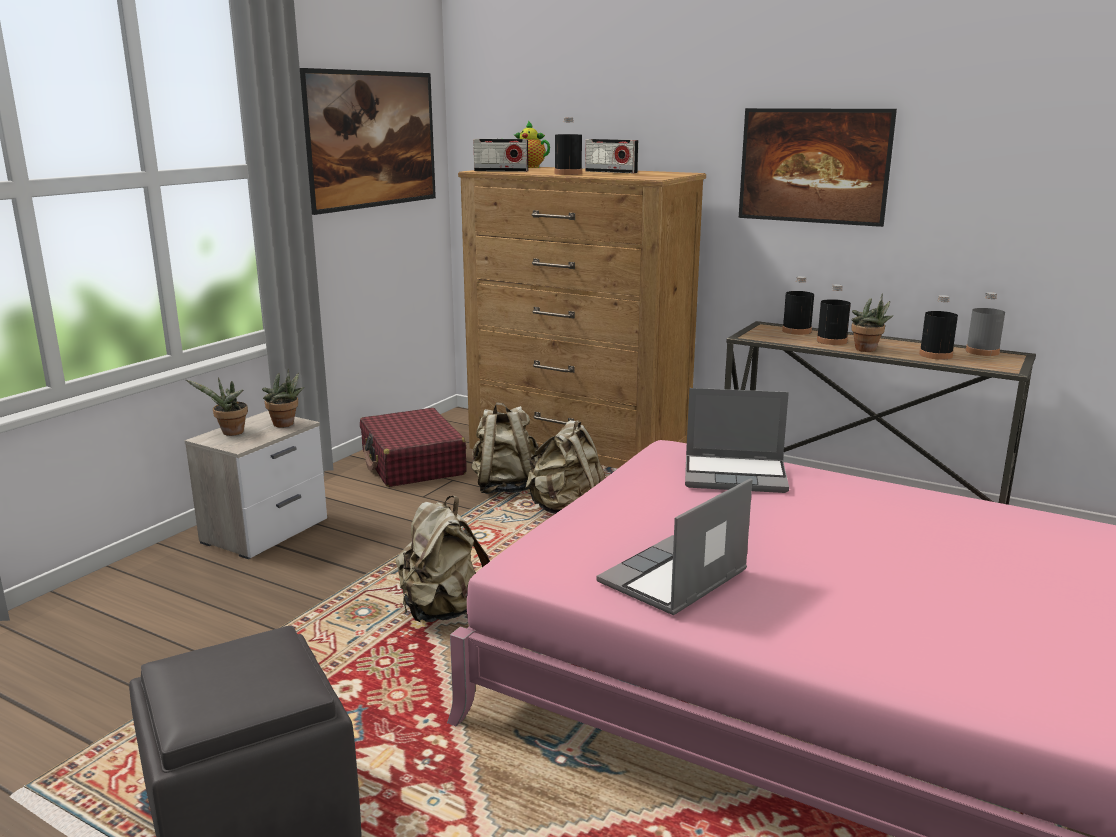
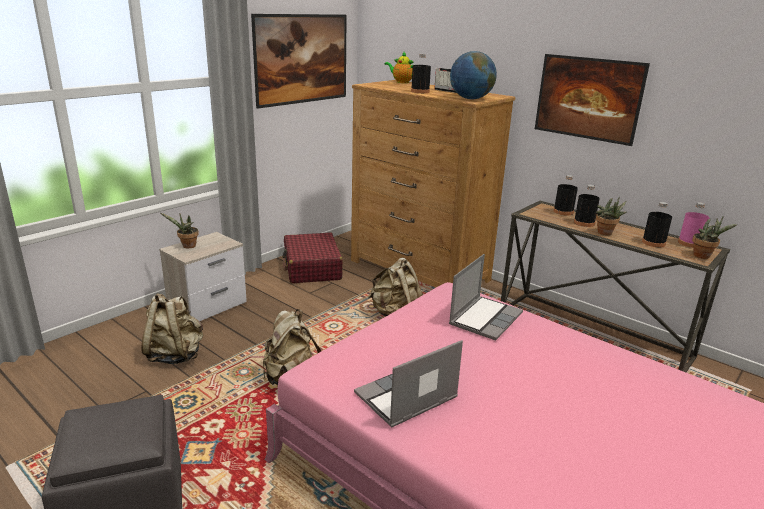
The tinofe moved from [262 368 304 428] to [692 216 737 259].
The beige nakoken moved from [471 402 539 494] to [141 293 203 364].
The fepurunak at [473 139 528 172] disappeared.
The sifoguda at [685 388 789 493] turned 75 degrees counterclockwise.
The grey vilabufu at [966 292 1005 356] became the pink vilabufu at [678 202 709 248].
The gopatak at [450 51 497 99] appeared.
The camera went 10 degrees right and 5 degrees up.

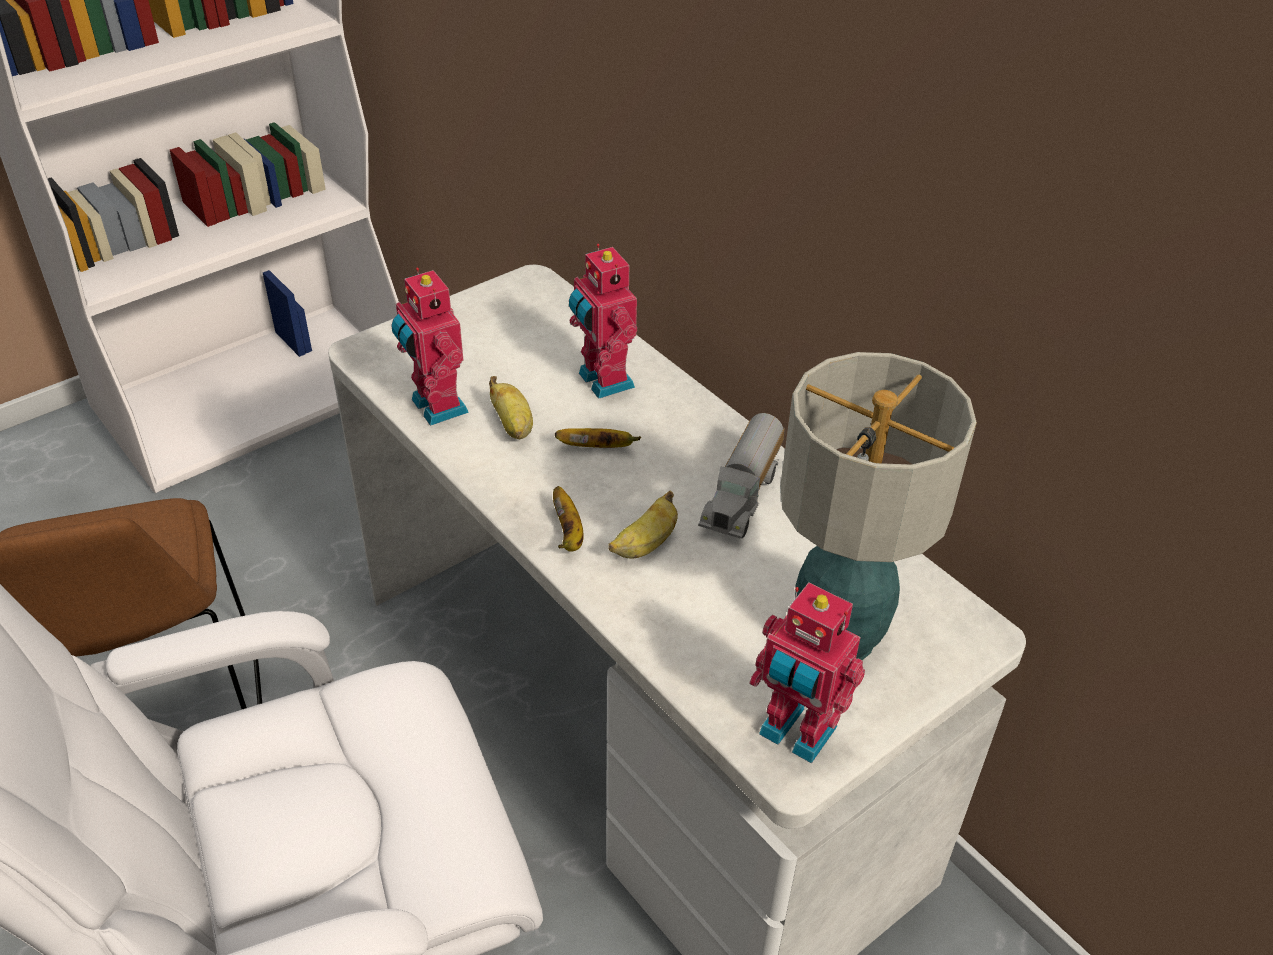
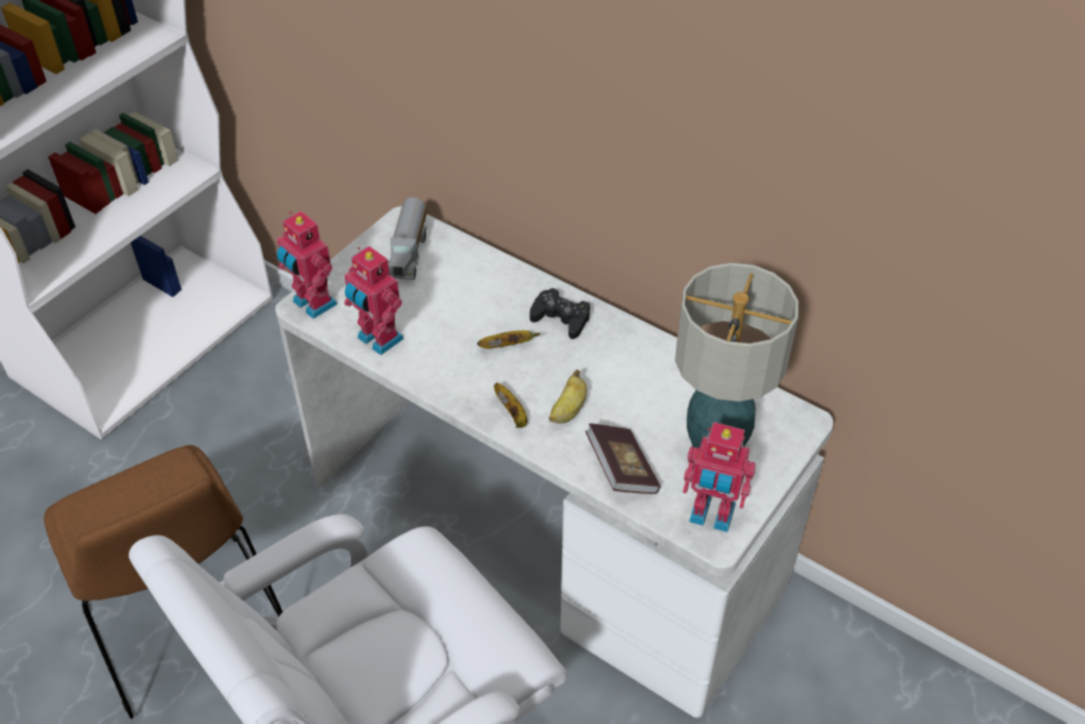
The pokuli at [489 376 533 439] disappeared.
The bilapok moved from [569 244 637 399] to [277 211 337 319].
The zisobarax moved from [698 413 785 539] to [388 197 427 280].
The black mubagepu at [530 288 590 339] appeared.
The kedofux at [585 423 660 494] appeared.
The camera went 15 degrees left and 5 degrees up.

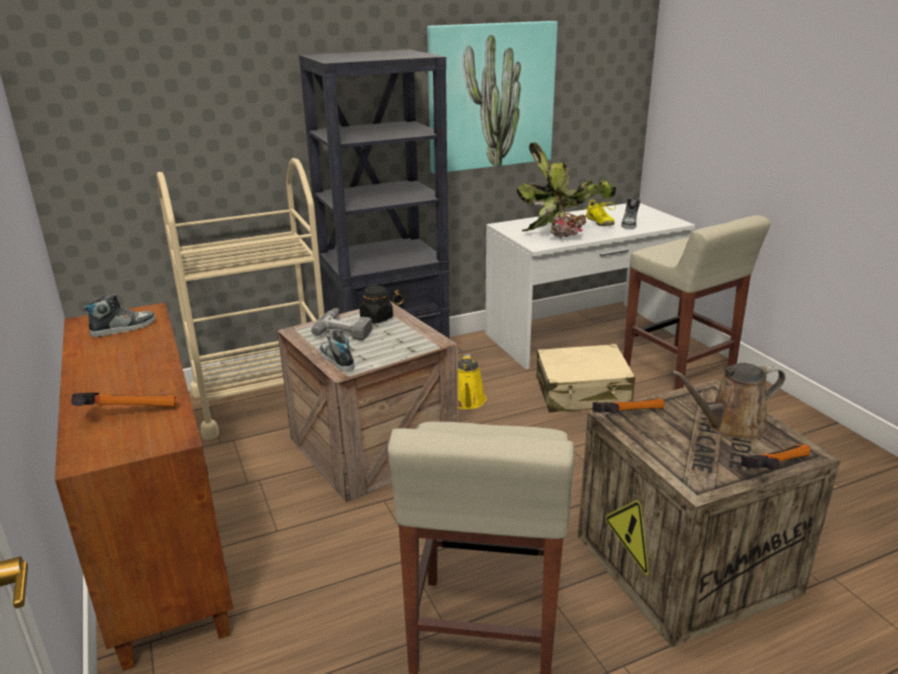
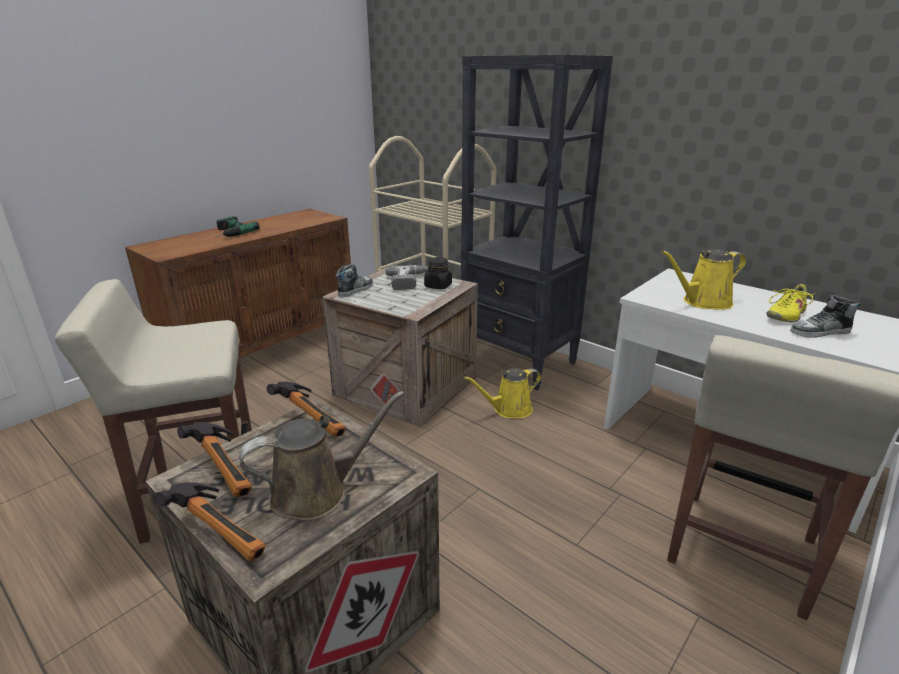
The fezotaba moved from [71 393 176 407] to [177 422 252 497].
The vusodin at [83 294 155 337] disappeared.
The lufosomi at [427 21 558 173] disappeared.
The tinofe at [517 142 616 238] was replaced by the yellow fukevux at [662 249 747 310].
The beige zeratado at [536 344 635 412] disappeared.
The brown fukevux at [671 363 785 440] turned 105 degrees clockwise.
The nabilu at [215 216 260 237] appeared.
The camera went 65 degrees right and 0 degrees up.

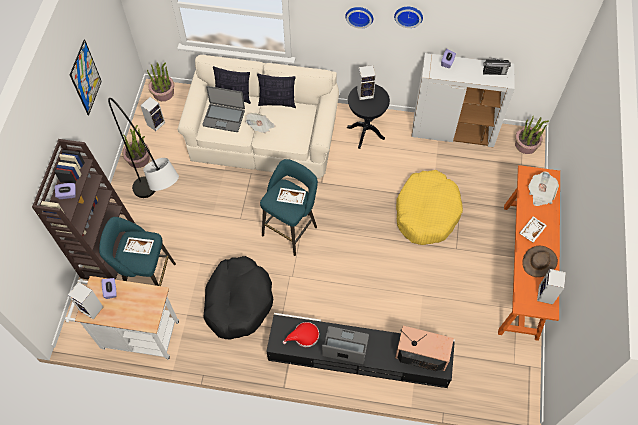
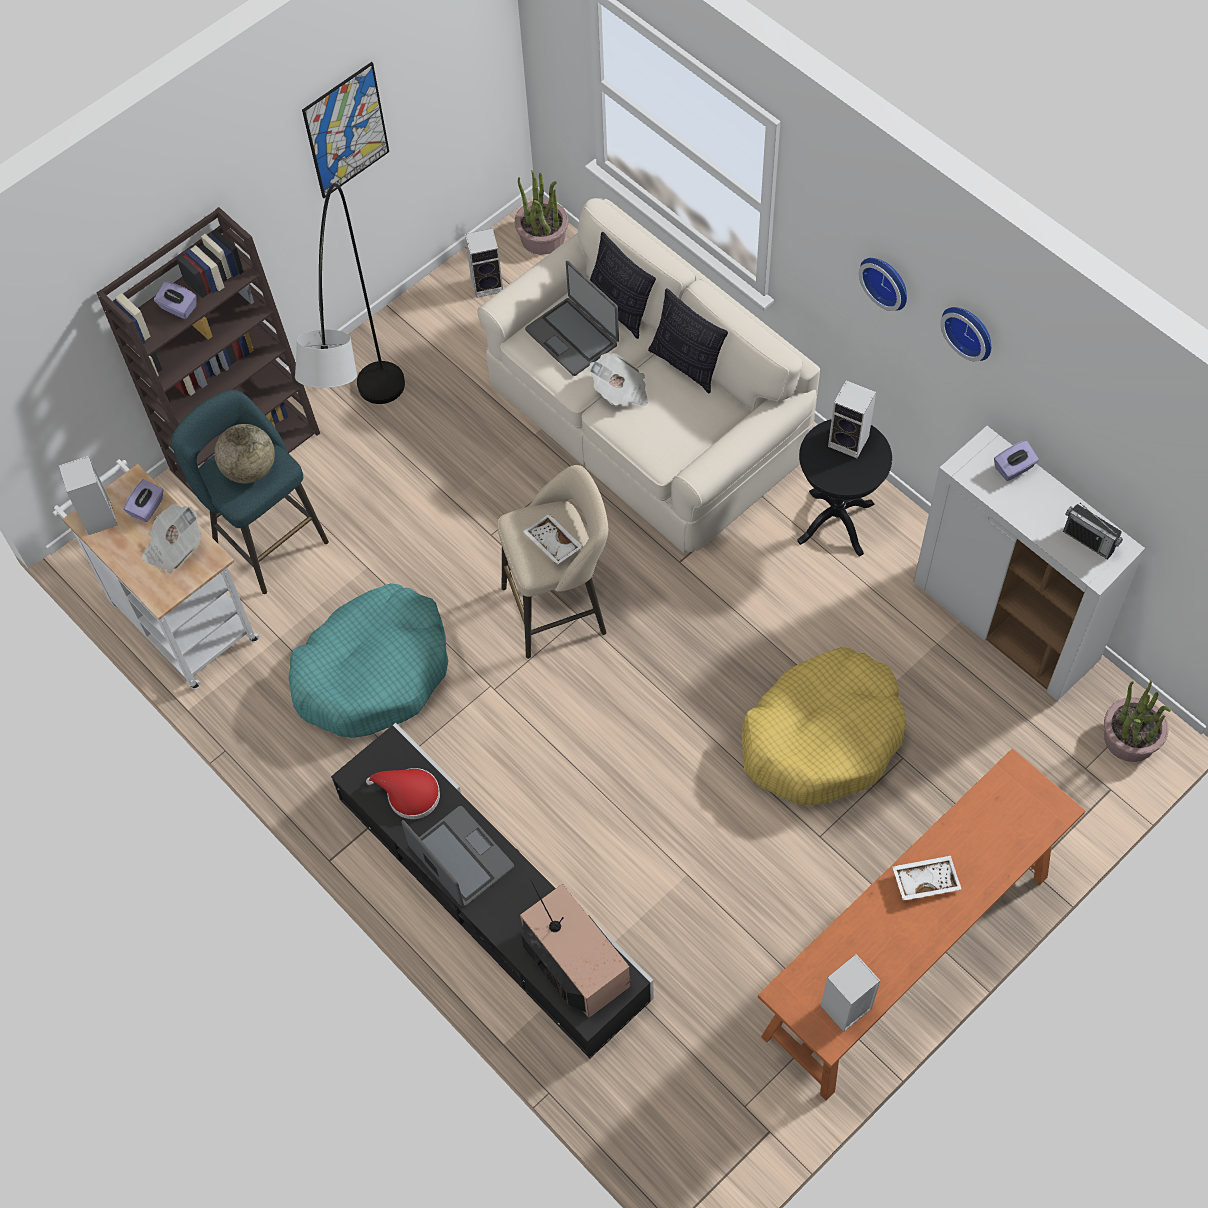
The tinofe at [122 125 150 168] disappeared.
The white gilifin at [124 237 154 255] was replaced by the gopatak at [214 424 275 484].
The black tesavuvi at [203 256 273 339] became the turquoise tesavuvi at [289 583 449 738].
The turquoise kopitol at [260 159 318 256] became the beige kopitol at [497 465 608 659].
The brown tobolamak at [522 246 558 277] disappeared.
The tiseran moved from [528 172 559 206] to [142 504 202 574].
The camera went 40 degrees right and 0 degrees up.

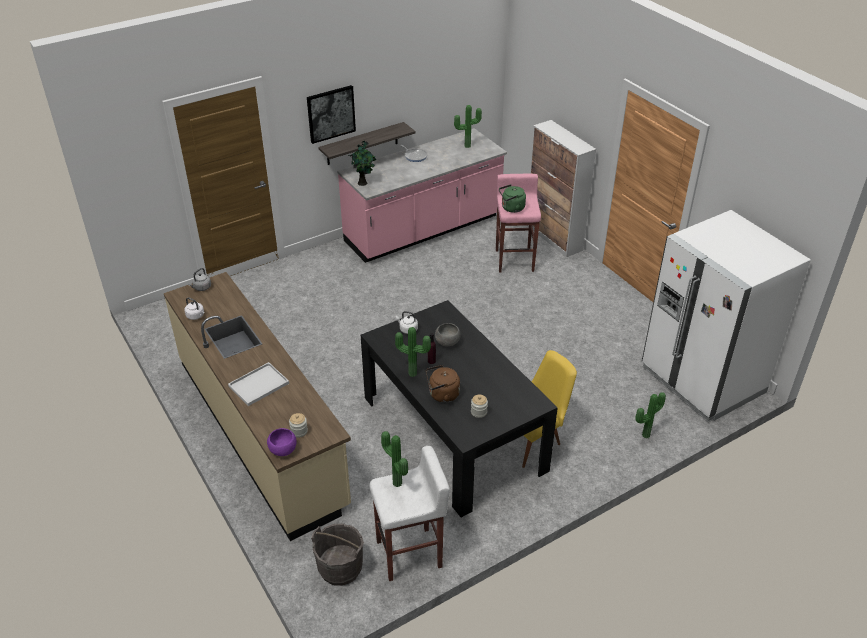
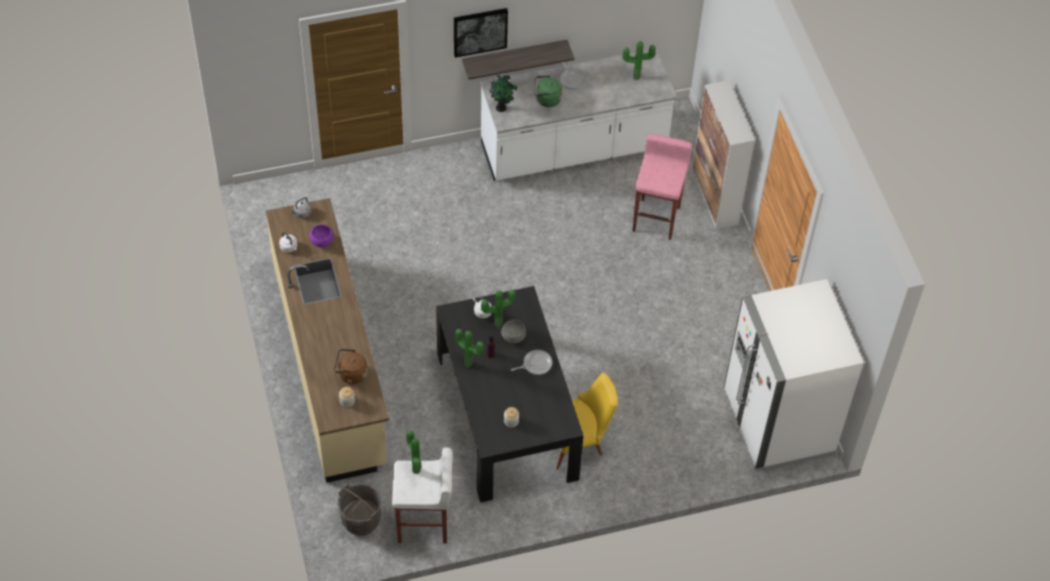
The white gilifin at [228 362 289 406] disappeared.
The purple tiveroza moved from [267 428 297 456] to [310 224 333 248].
The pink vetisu at [337 128 507 263] became the white vetisu at [480 49 677 181].
The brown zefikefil moved from [426 365 460 403] to [334 349 367 385].
The green zefikefil moved from [499 184 526 213] to [534 75 562 107].
The tinofe moved from [635 392 666 438] to [481 290 516 327].
The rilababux at [511 350 552 375] appeared.
The camera went 15 degrees right and 15 degrees up.

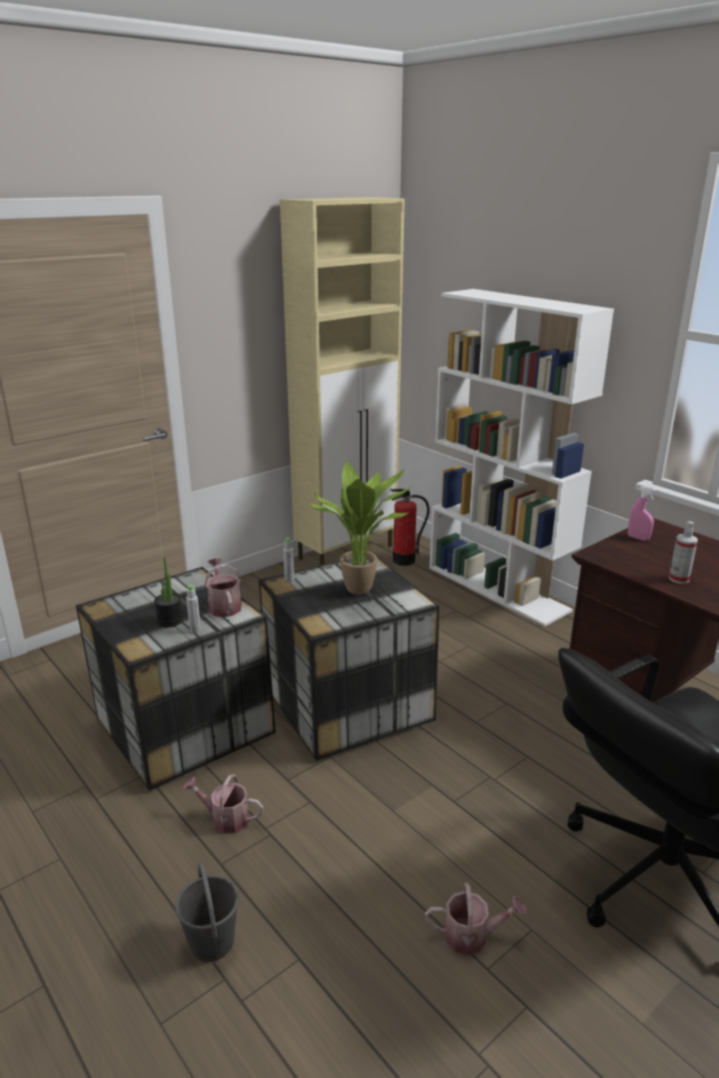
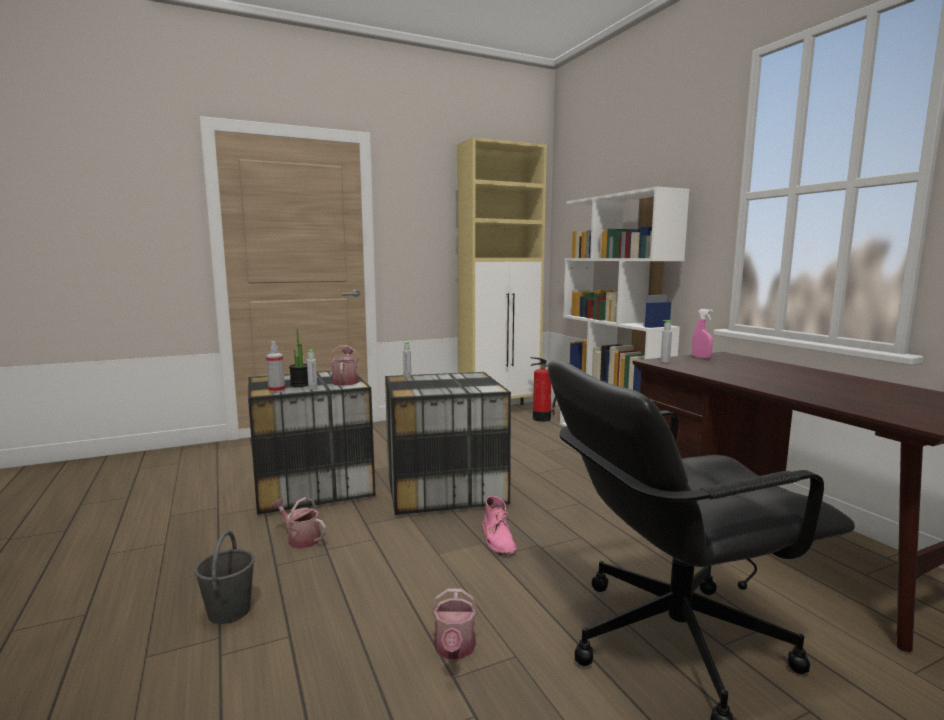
The tinofe at [307 461 412 595] disappeared.
The fukevux at [425 883 527 955] turned 75 degrees clockwise.
The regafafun moved from [669 522 698 584] to [266 341 285 393].
The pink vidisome at [482 496 517 555] appeared.
The grey vilabufu at [660 320 672 362] appeared.
The camera went 15 degrees right and 15 degrees down.

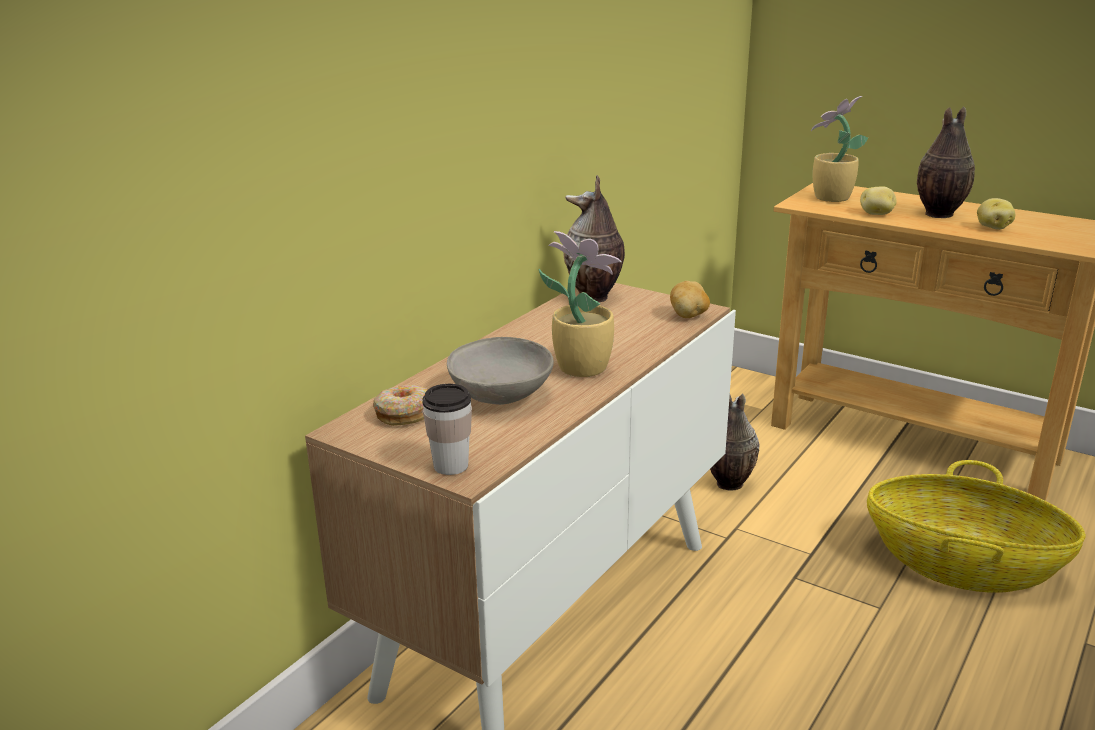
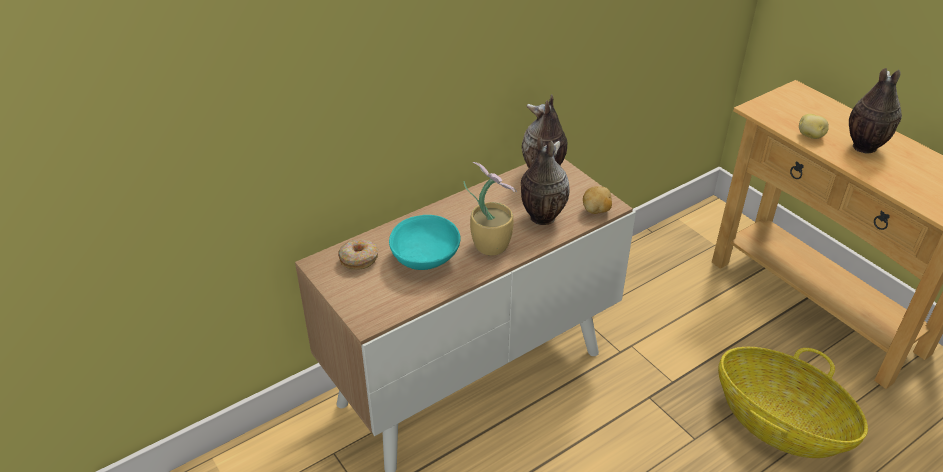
The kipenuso at [422 384 472 475] disappeared.
The grey tiveroza at [447 337 554 405] became the turquoise tiveroza at [389 215 461 270].
The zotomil moved from [710 394 760 491] to [521 137 570 225].
The tinofe at [811 96 868 202] disappeared.
The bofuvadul at [977 198 1015 230] disappeared.
The camera went 20 degrees right and 15 degrees up.

